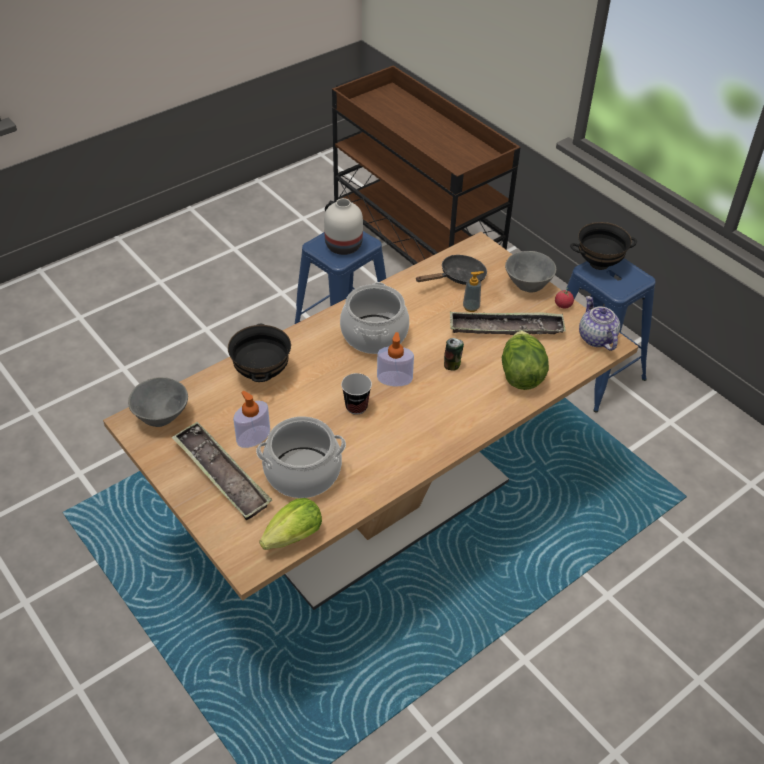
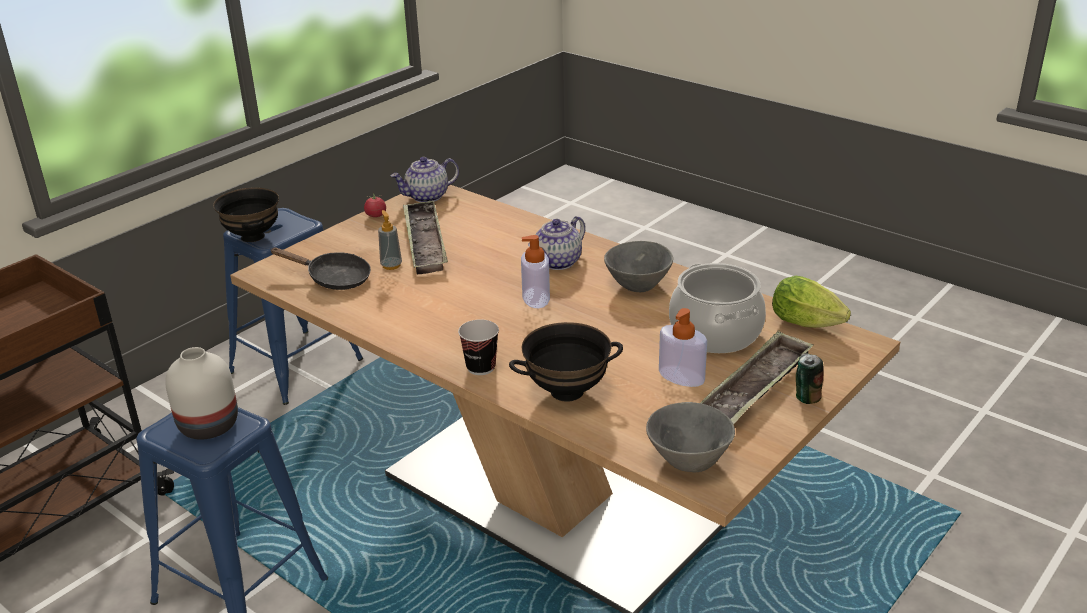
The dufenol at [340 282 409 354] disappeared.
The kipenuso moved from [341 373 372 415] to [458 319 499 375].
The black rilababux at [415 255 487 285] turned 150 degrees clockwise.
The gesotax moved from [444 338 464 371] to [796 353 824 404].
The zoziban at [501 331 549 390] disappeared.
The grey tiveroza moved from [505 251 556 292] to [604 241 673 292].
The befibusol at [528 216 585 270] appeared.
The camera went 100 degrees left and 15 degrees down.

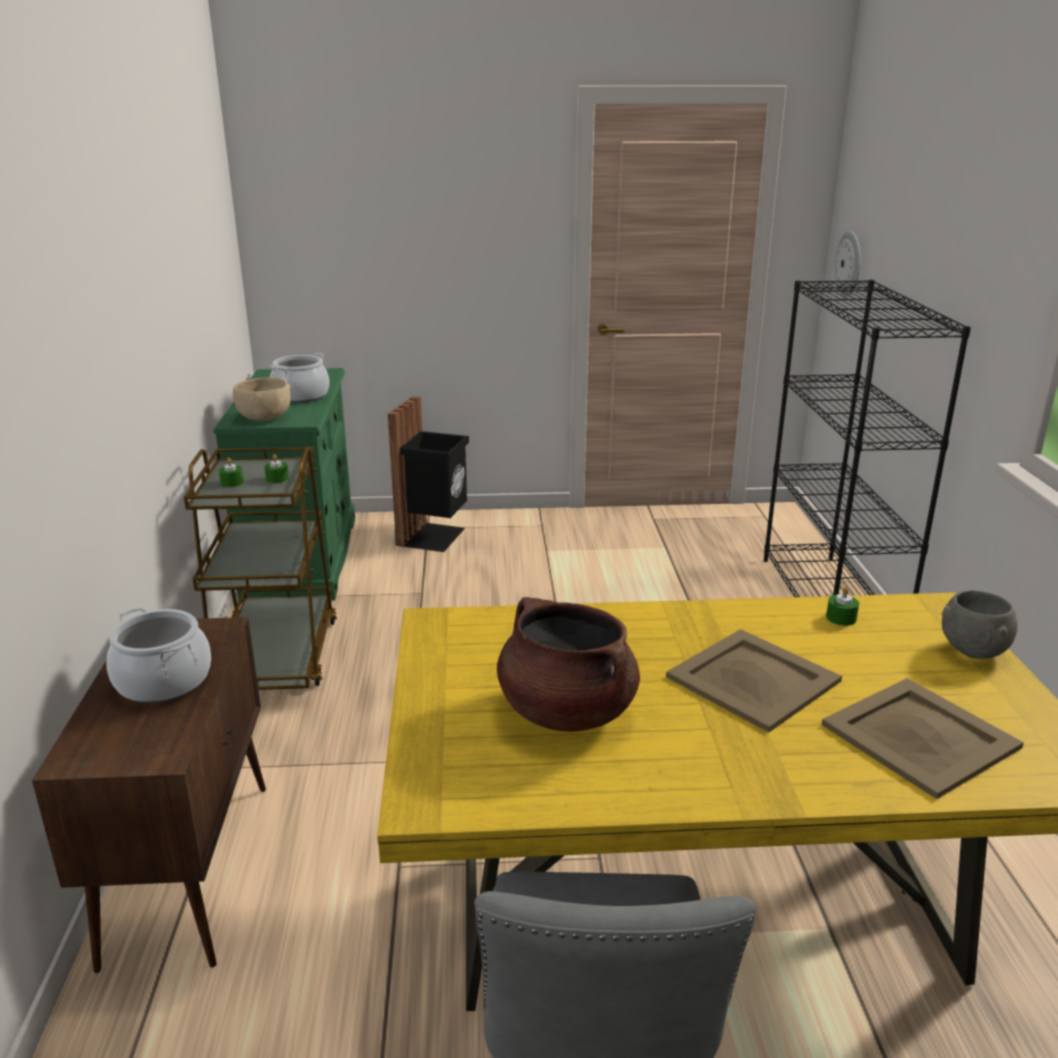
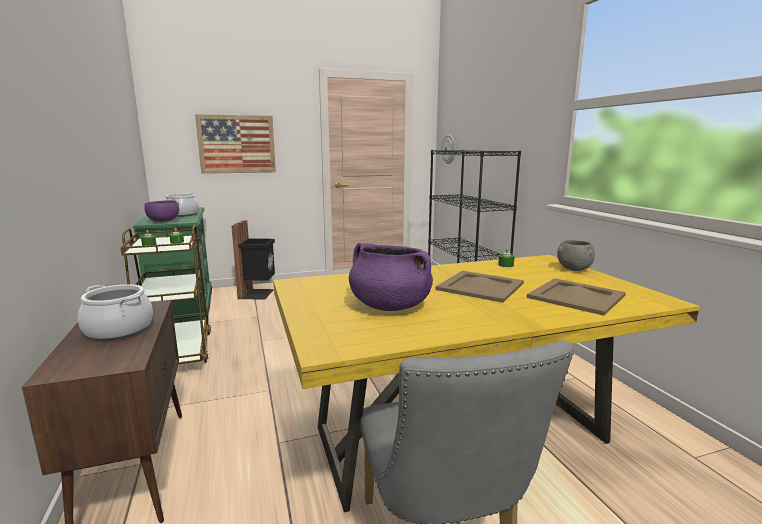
The beige tiveroza at [233 377 291 421] became the purple tiveroza at [144 200 179 222].
The brown dufenol at [497 597 640 732] became the purple dufenol at [349 243 433 311].
The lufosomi at [195 114 276 174] appeared.
The camera went 15 degrees left and 10 degrees down.

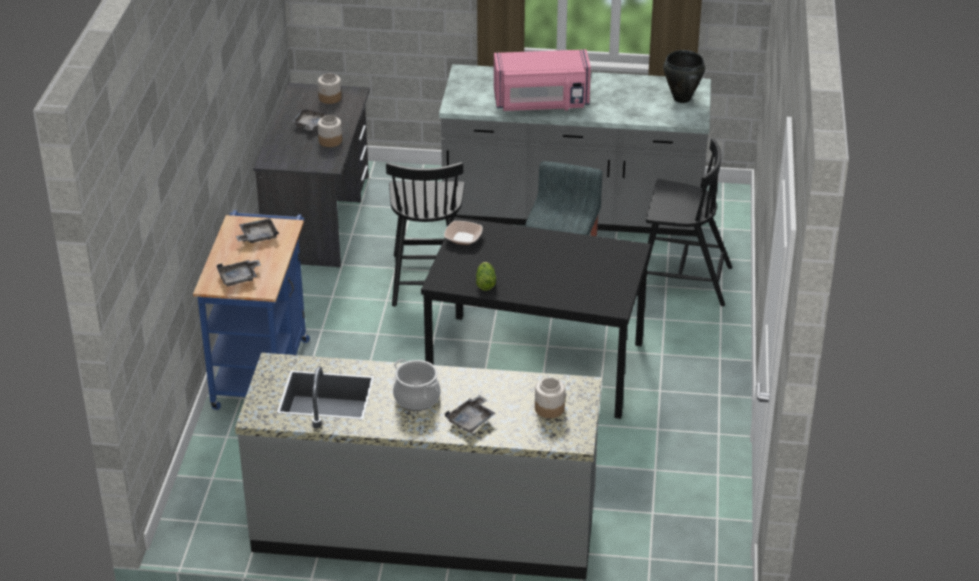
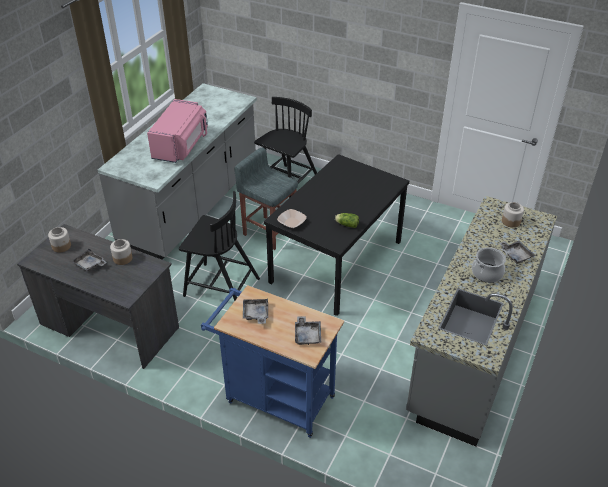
The black dufenol at [663 50 705 103] disappeared.
The camera went 70 degrees left and 5 degrees up.

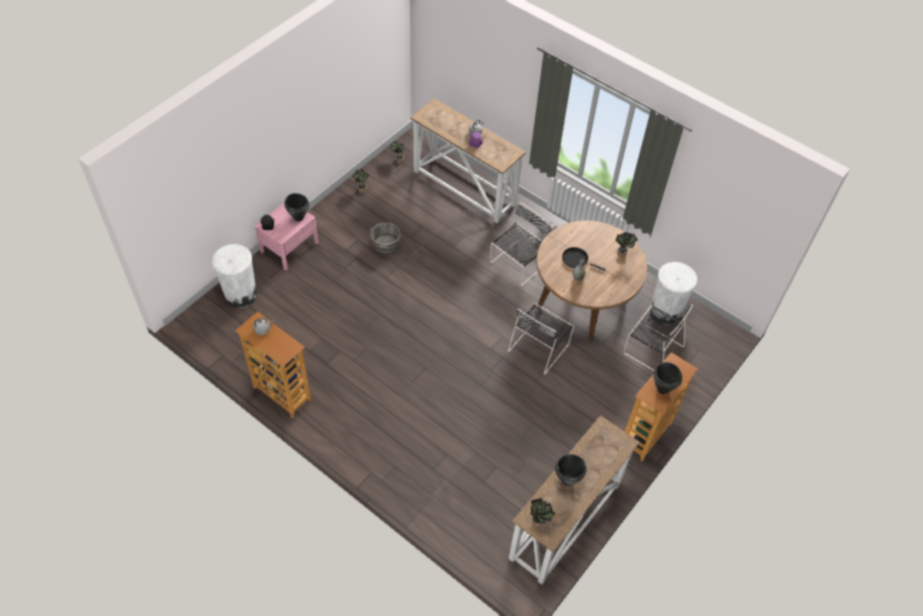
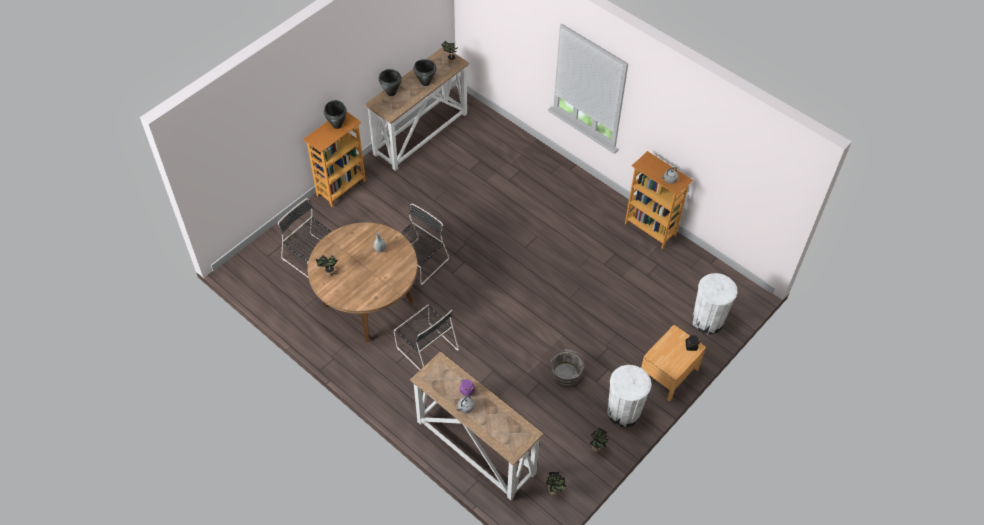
The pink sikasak at [255 203 318 270] became the brown sikasak at [641 325 706 401].
The black dufenol moved from [284 193 309 221] to [379 69 402 96].
The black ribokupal at [490 203 551 286] turned 90 degrees counterclockwise.
The black rilababux at [562 247 606 271] disappeared.
The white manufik moved from [650 262 698 325] to [607 365 652 428].
The camera went 175 degrees left and 0 degrees up.

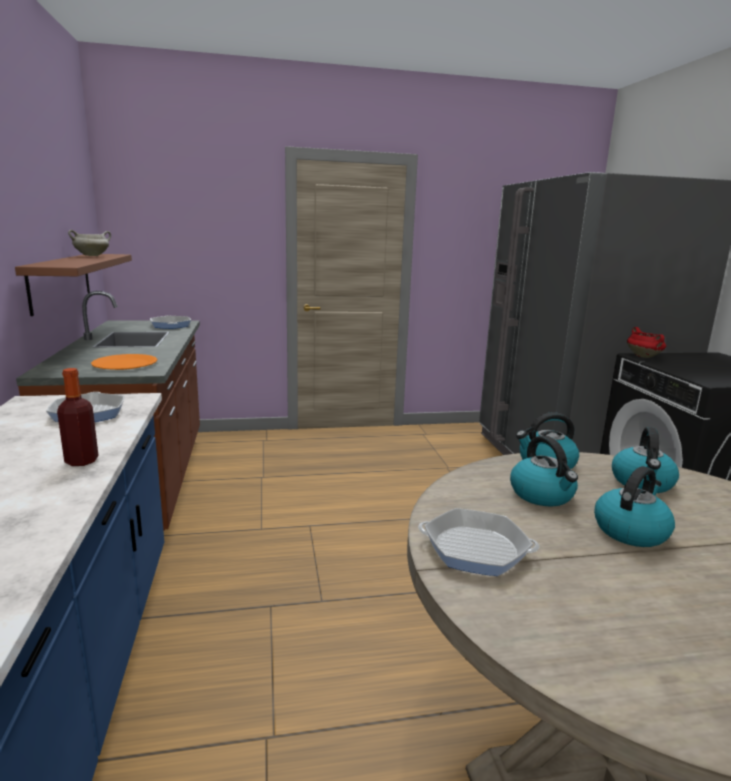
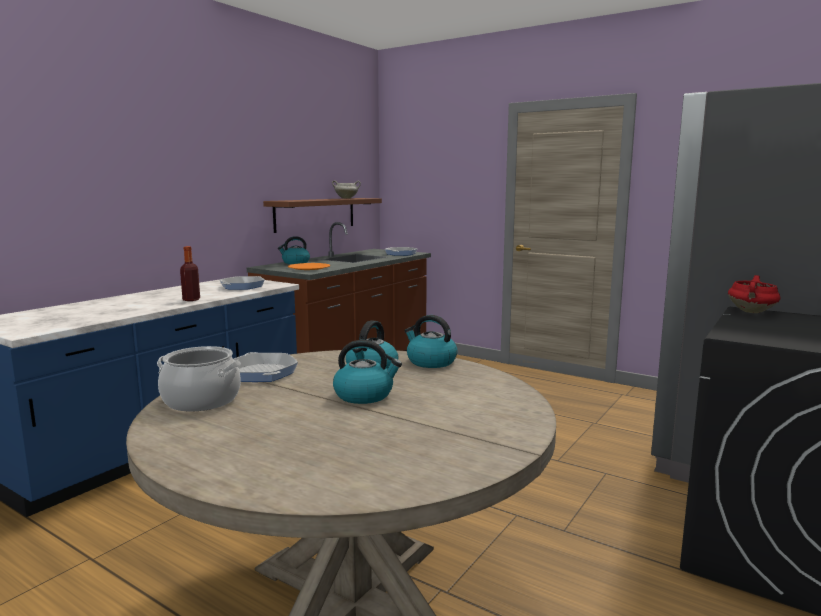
The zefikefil moved from [612 427 679 493] to [278 236 310 264].
The dufenol at [157 346 241 412] appeared.
The camera went 45 degrees right and 5 degrees down.

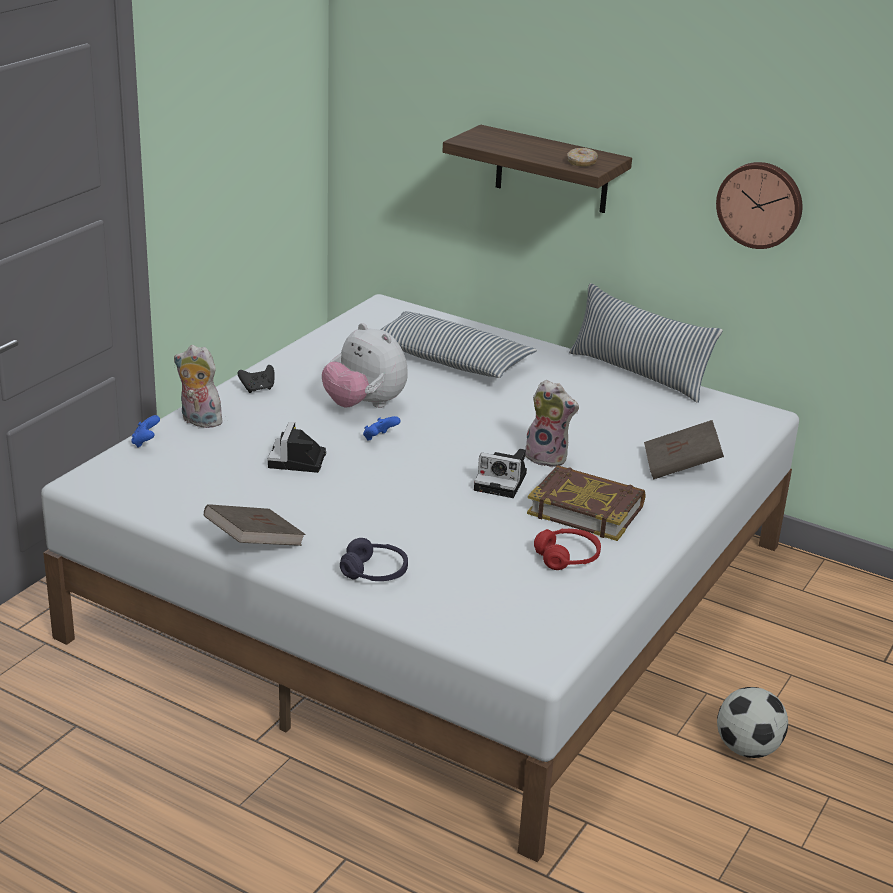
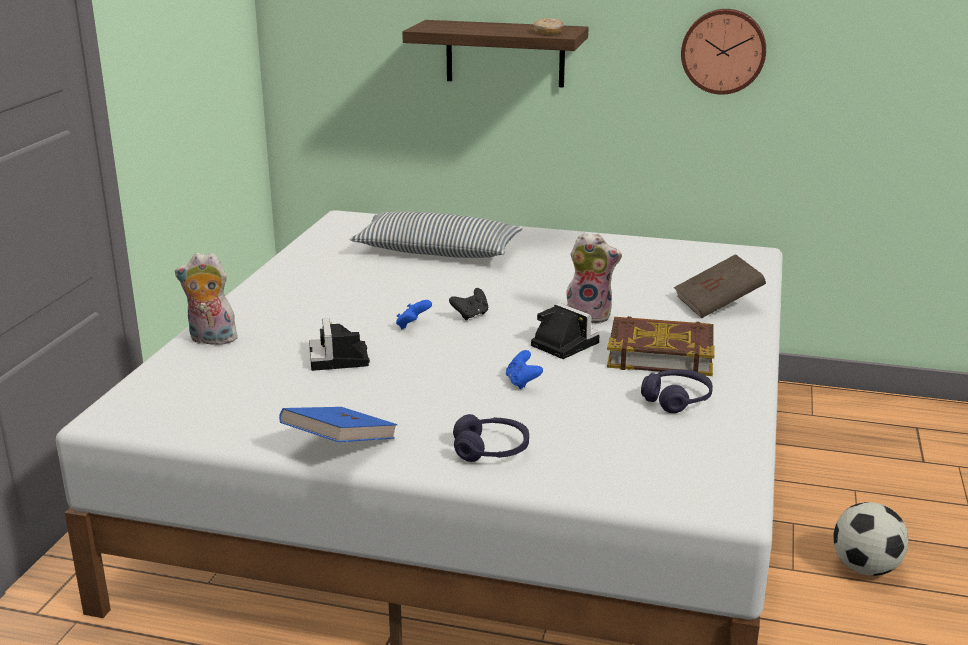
The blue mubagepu moved from [131 415 160 448] to [506 350 543 389].
The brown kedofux at [204 504 306 546] became the blue kedofux at [279 407 398 442].
The black mubagepu moved from [237 365 275 393] to [449 288 488 321].
The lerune at [322 323 408 408] disappeared.
The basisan at [474 449 527 498] turned 135 degrees counterclockwise.
The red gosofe at [534 529 601 570] became the purple gosofe at [641 369 713 413].
The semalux at [569 283 723 403] disappeared.
The camera went 15 degrees left and 5 degrees down.

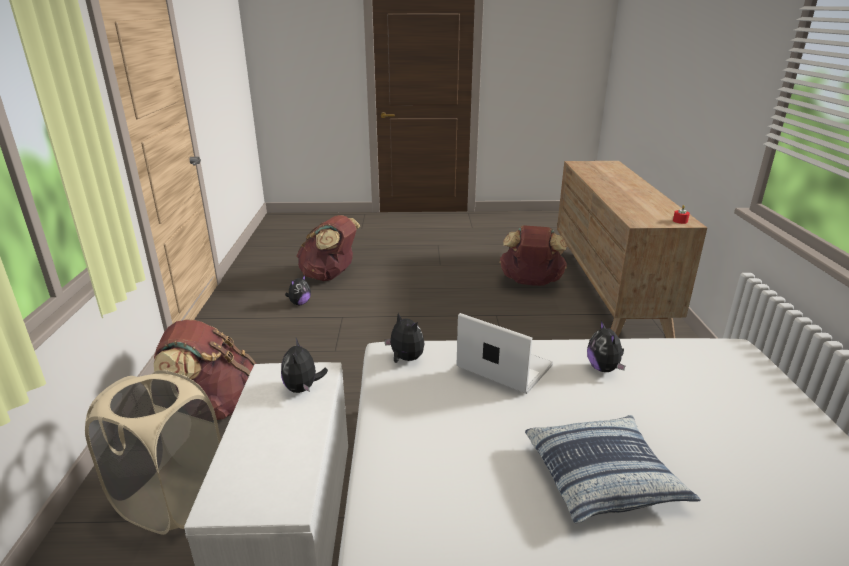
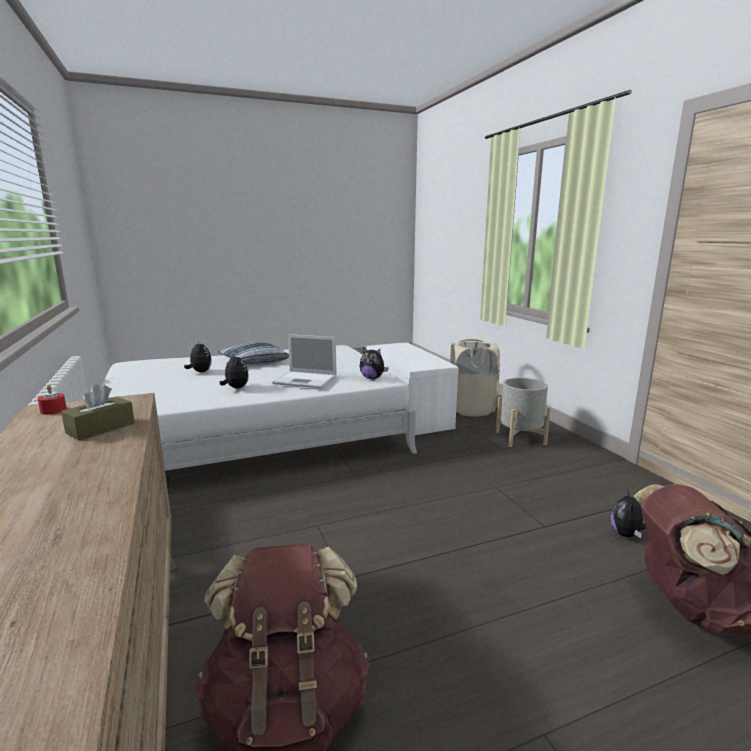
The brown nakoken at [154 319 256 420] was replaced by the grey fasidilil at [496 378 551 447].
The lerune moved from [281 338 328 393] to [184 341 212 372].
The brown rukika at [61 384 135 441] appeared.
The camera went 160 degrees right and 10 degrees down.

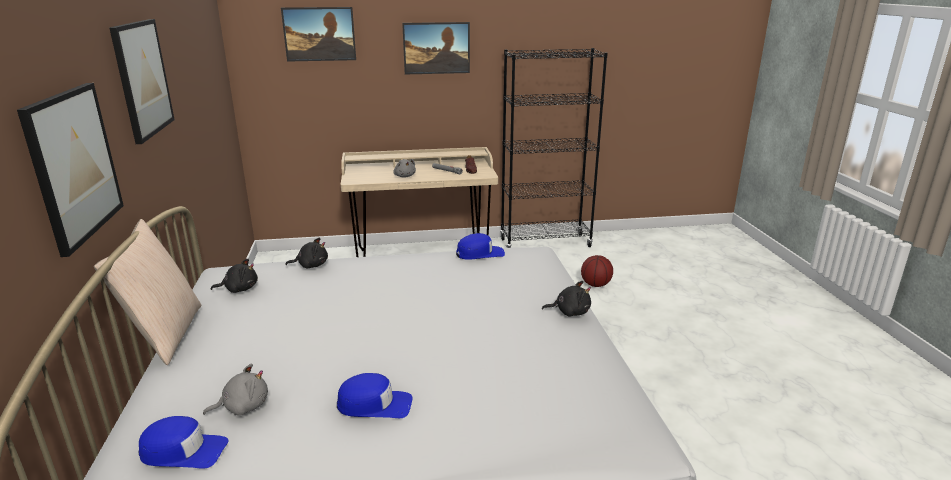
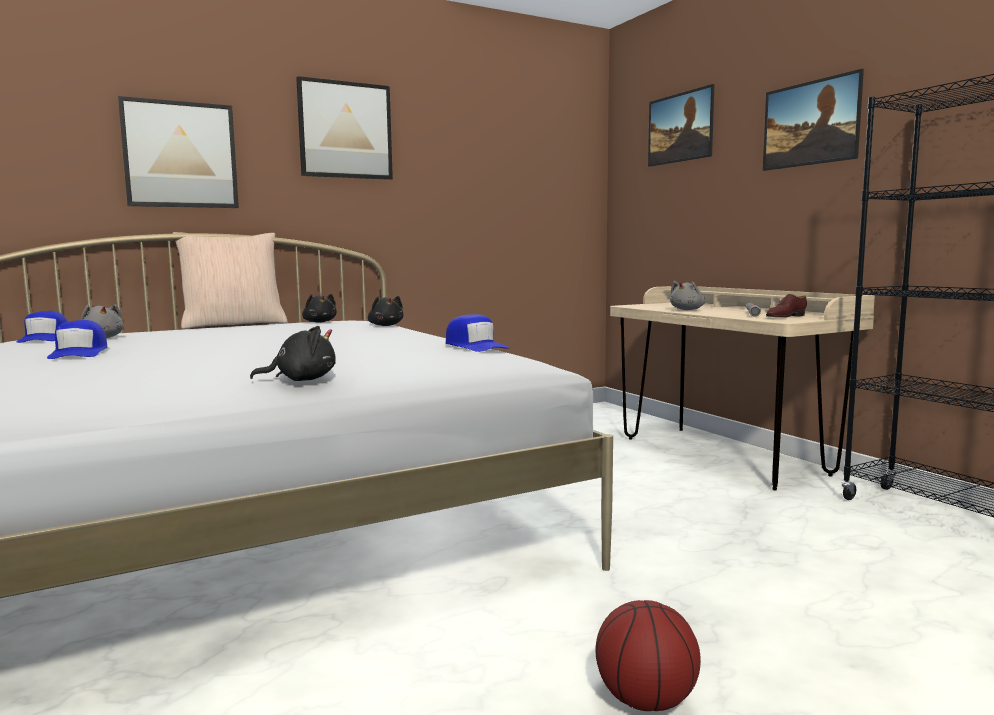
The black lerune at [542 281 591 317] turned 90 degrees counterclockwise.
The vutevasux moved from [581 255 613 287] to [595 600 701 711].
The camera went 70 degrees right and 15 degrees down.

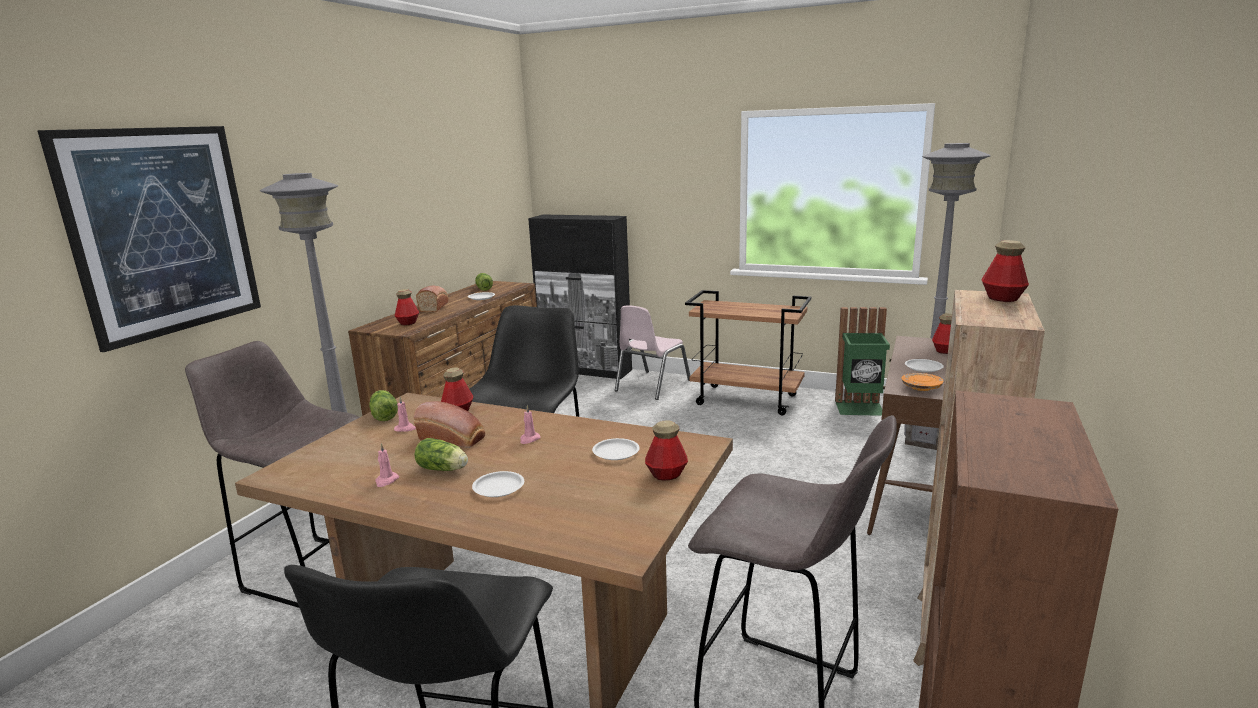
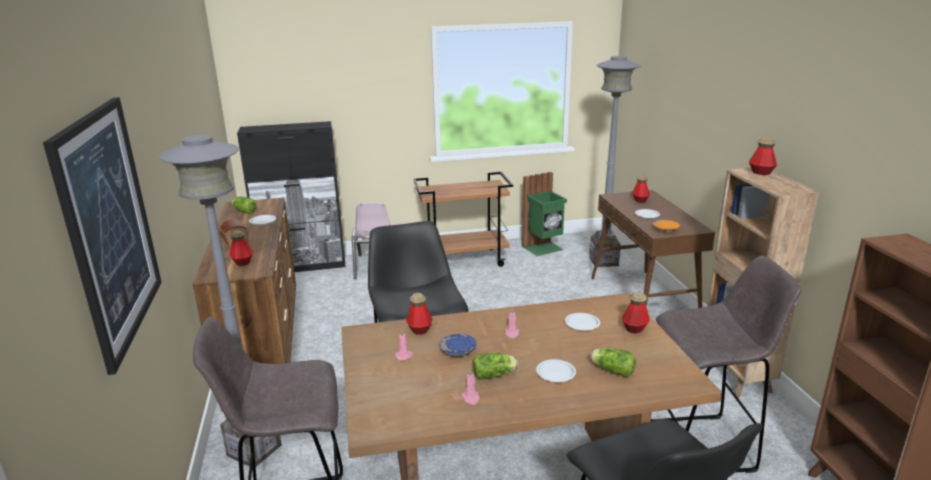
The zoziban moved from [369 390 398 421] to [590 347 636 377].
The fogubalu at [414 401 485 448] was replaced by the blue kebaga at [439 334 477 357].
The camera went 35 degrees left and 5 degrees up.

